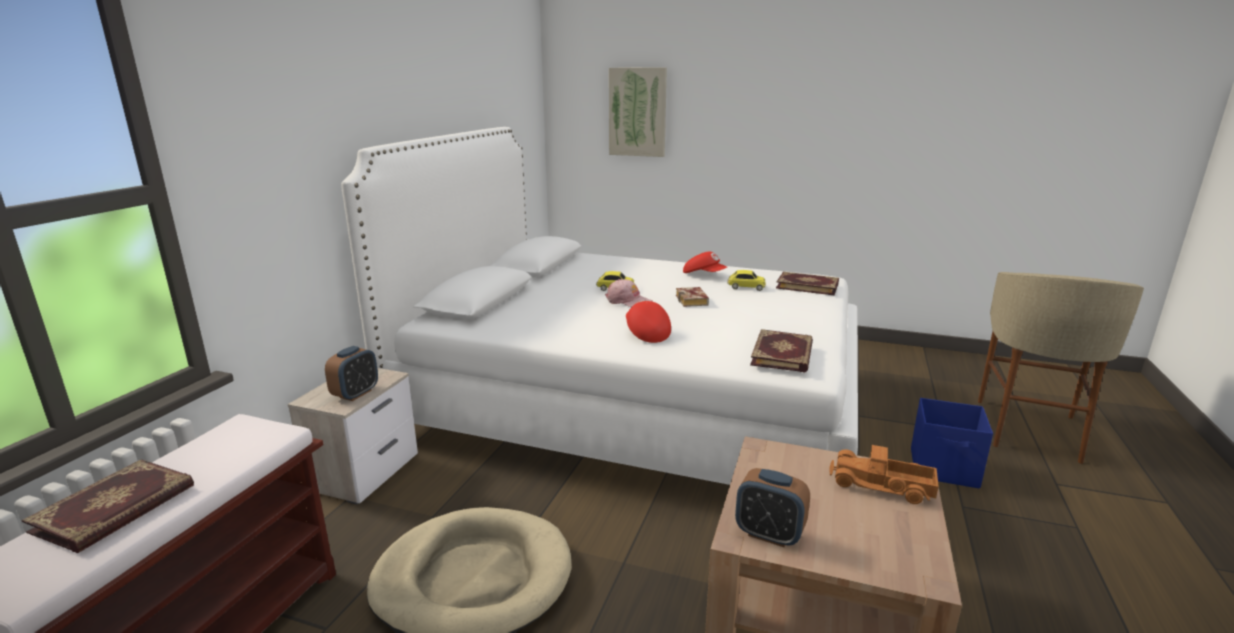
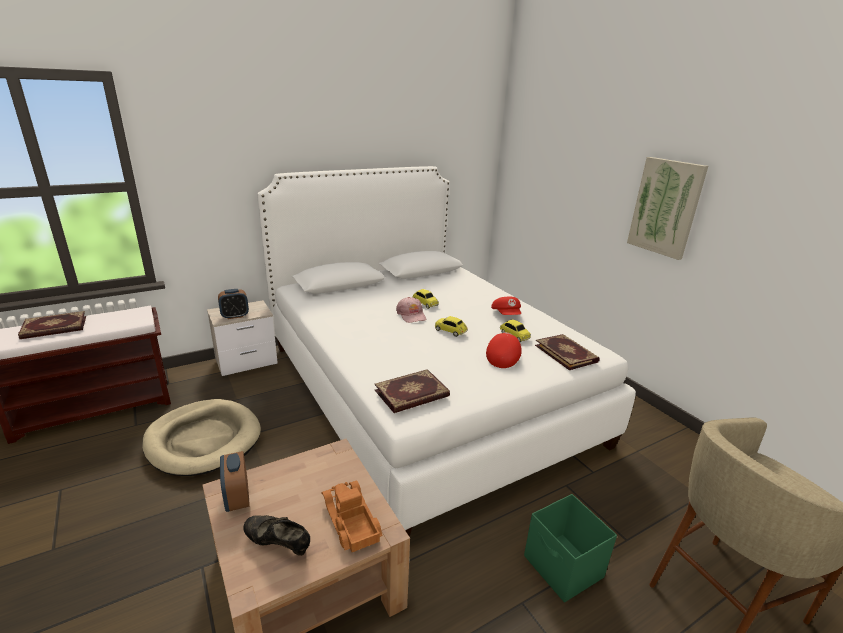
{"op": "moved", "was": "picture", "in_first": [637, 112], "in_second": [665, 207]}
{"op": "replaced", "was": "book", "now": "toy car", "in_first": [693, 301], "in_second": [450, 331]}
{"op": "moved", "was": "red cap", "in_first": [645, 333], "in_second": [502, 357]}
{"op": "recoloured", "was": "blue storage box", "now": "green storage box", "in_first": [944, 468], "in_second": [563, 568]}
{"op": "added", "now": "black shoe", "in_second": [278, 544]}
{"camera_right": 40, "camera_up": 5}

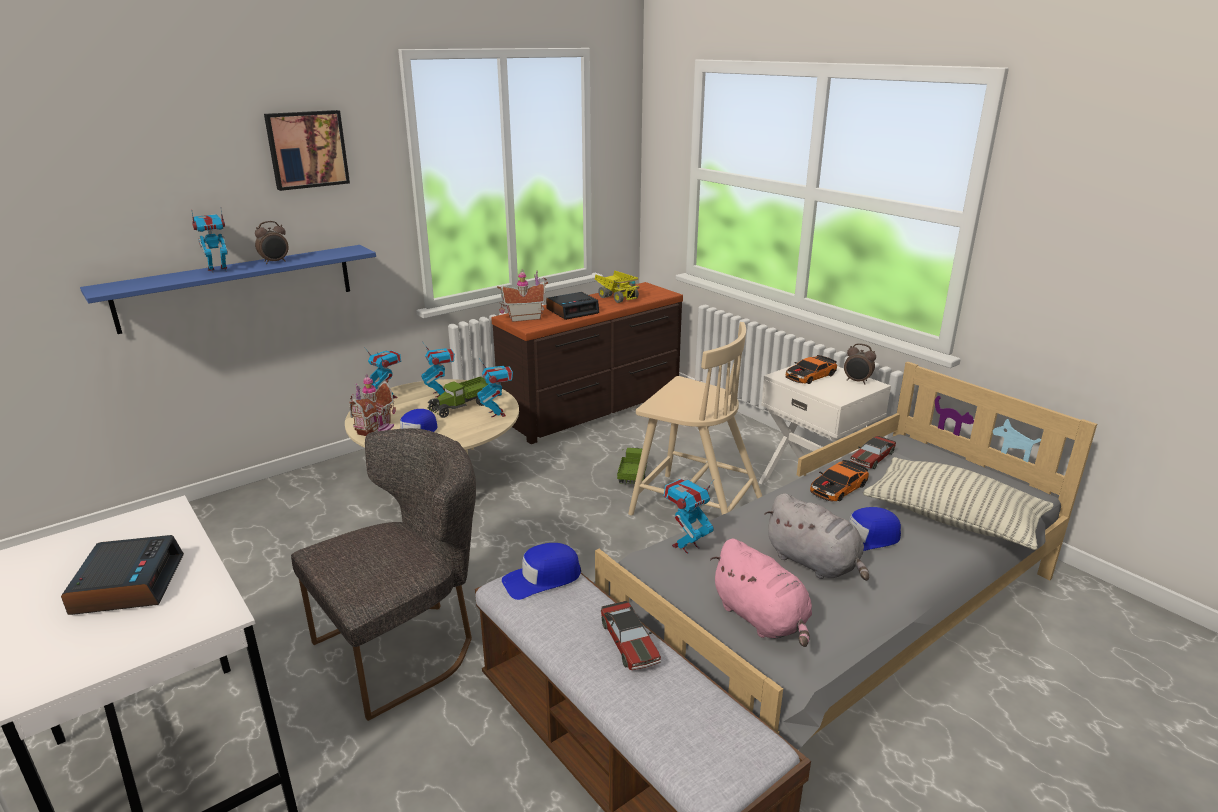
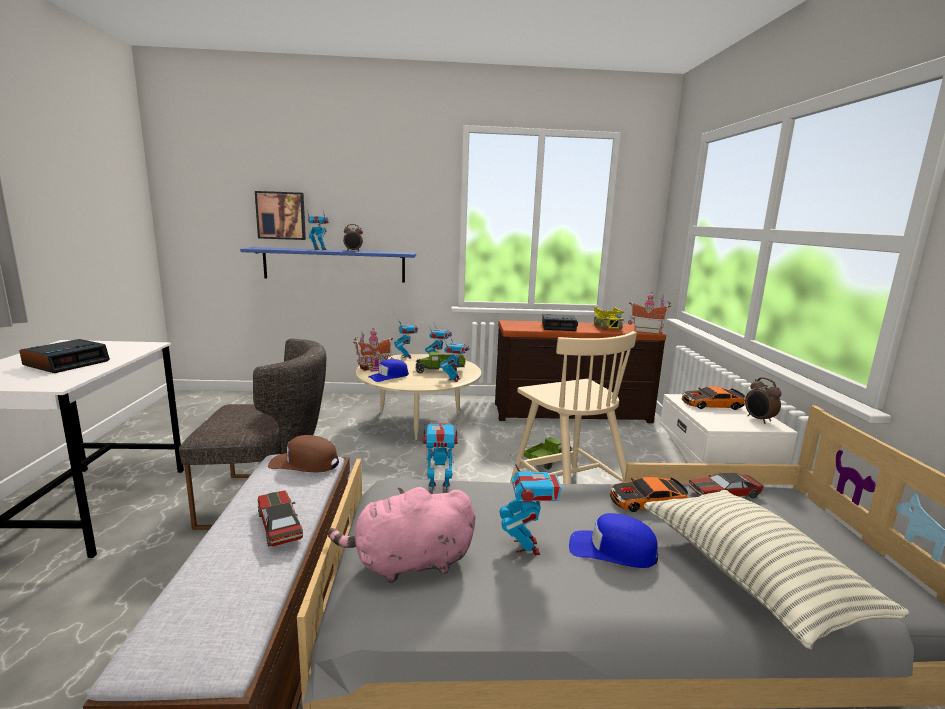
{"op": "moved", "was": "picture", "in_first": [307, 149], "in_second": [281, 215]}
{"op": "moved", "was": "toy house", "in_first": [523, 317], "in_second": [646, 331]}
{"op": "replaced", "was": "grey plush toy", "now": "toy robot", "in_first": [814, 563], "in_second": [527, 546]}
{"op": "turned", "was": "pink plush toy", "in_first": [762, 619], "in_second": [408, 563], "clockwise": 75}
{"op": "recoloured", "was": "blue cap", "now": "brown cap", "in_first": [542, 578], "in_second": [304, 463]}
{"op": "turned", "was": "toy car", "in_first": [629, 643], "in_second": [279, 525], "clockwise": 135}
{"camera_right": 35, "camera_up": -10}

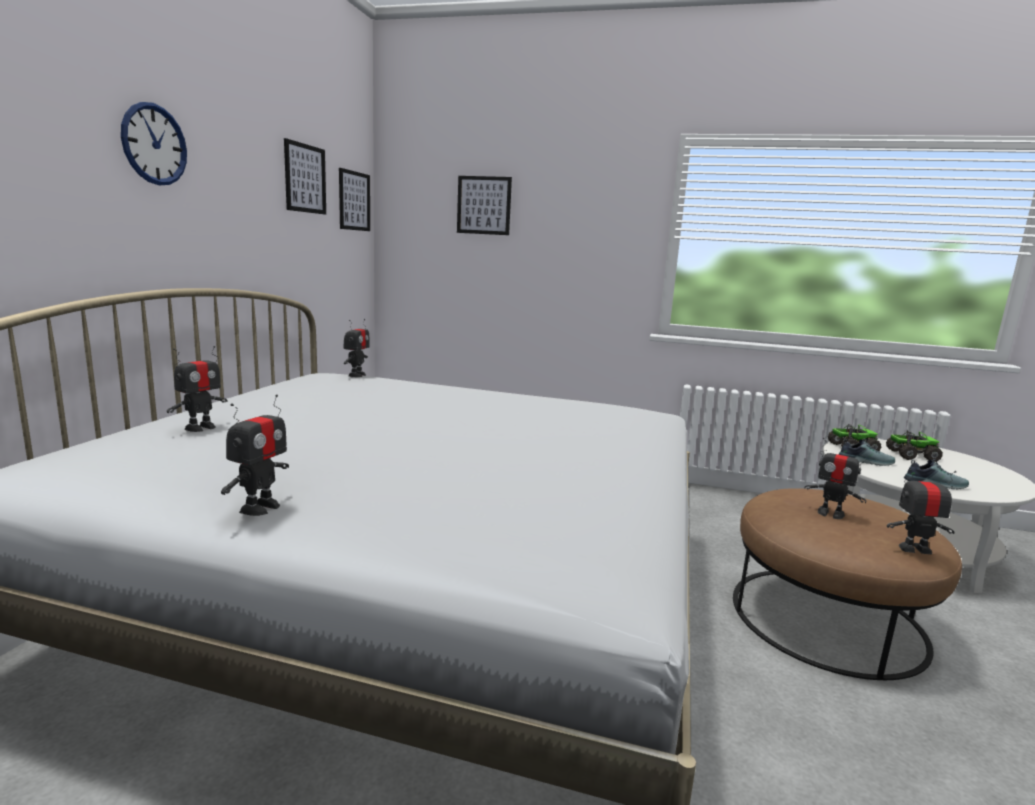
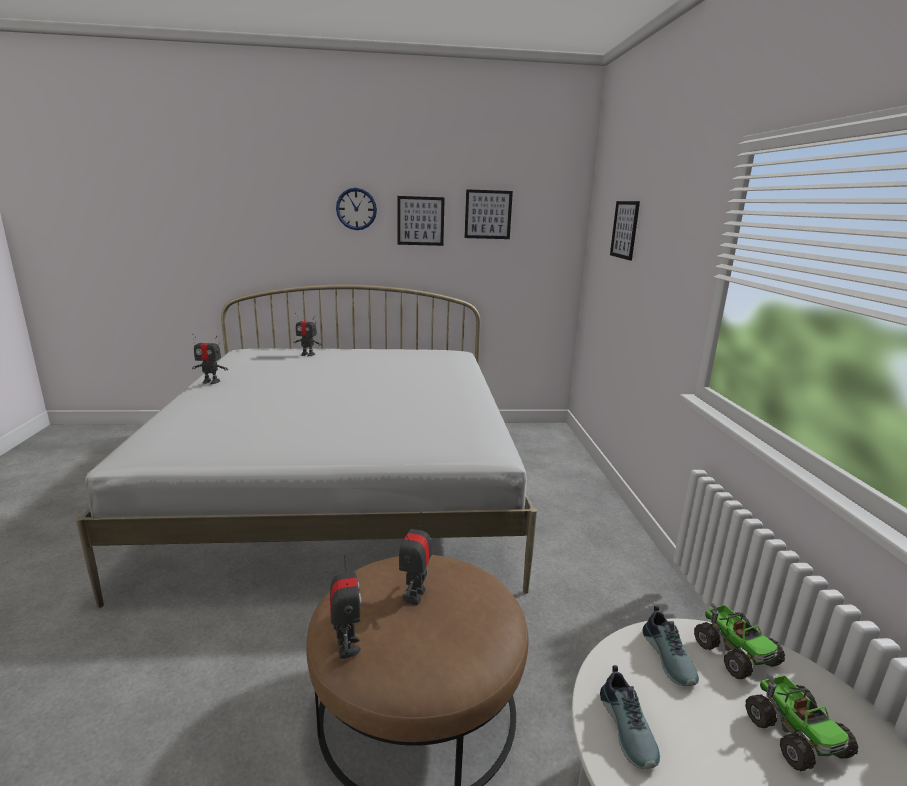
{"op": "moved", "was": "picture", "in_first": [354, 201], "in_second": [420, 221]}
{"op": "removed", "was": "toy robot", "in_first": [357, 375]}
{"camera_right": 70, "camera_up": 5}

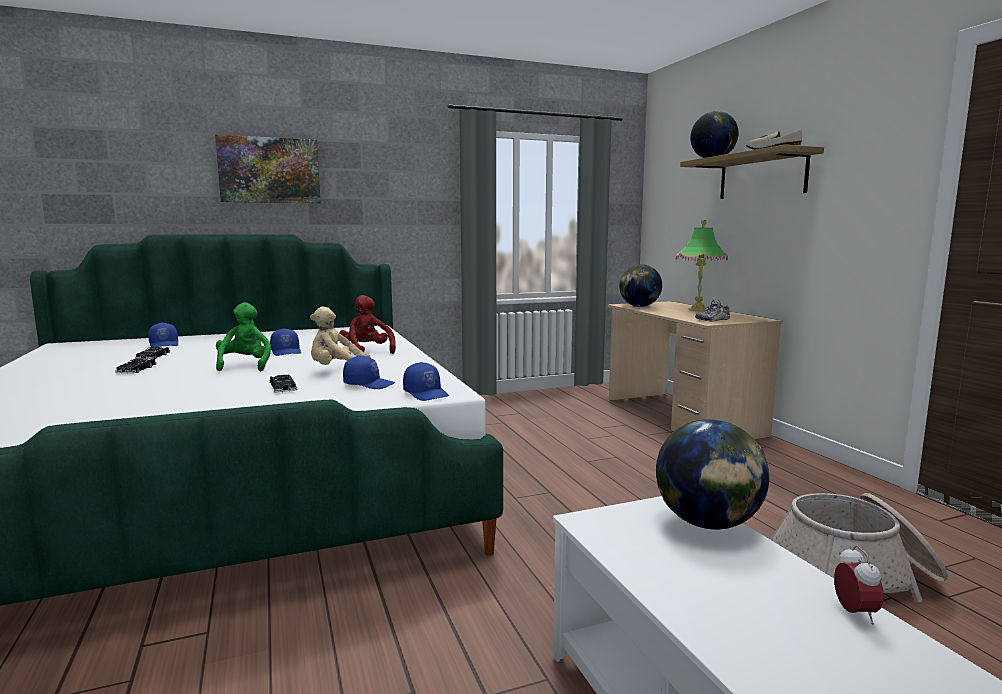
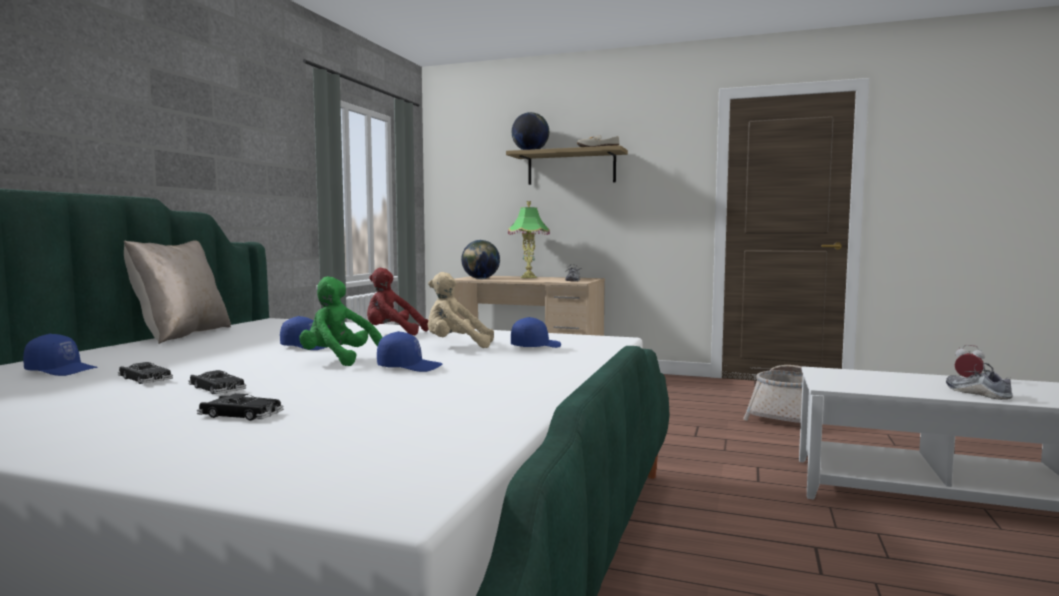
{"op": "removed", "was": "picture", "in_first": [269, 170]}
{"op": "turned", "was": "beige plush toy", "in_first": [337, 371], "in_second": [456, 346], "clockwise": 60}
{"op": "moved", "was": "blue cap", "in_first": [427, 394], "in_second": [409, 367]}
{"op": "moved", "was": "black toy car", "in_first": [283, 388], "in_second": [240, 415]}
{"op": "removed", "was": "globe", "in_first": [707, 524]}
{"op": "added", "now": "beige pillow", "in_second": [181, 335]}
{"op": "added", "now": "shoe", "in_second": [977, 393]}
{"camera_right": -50, "camera_up": -5}

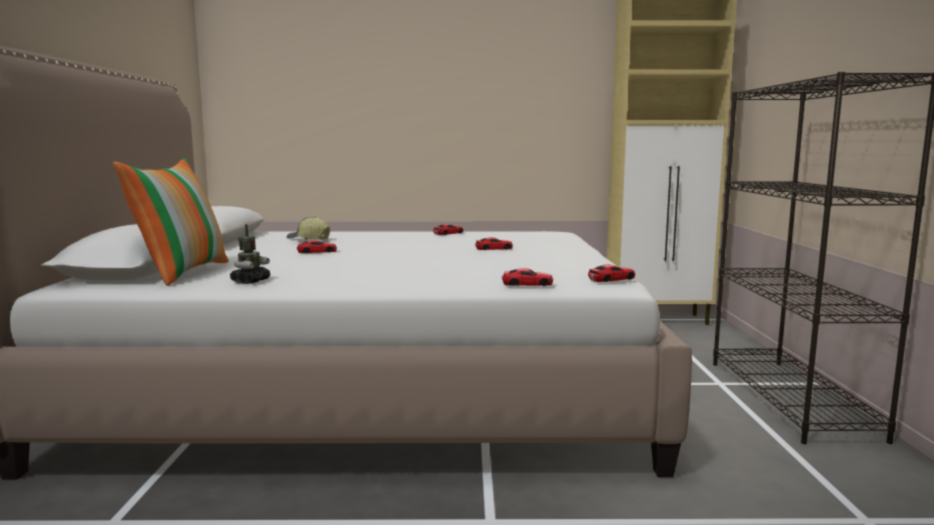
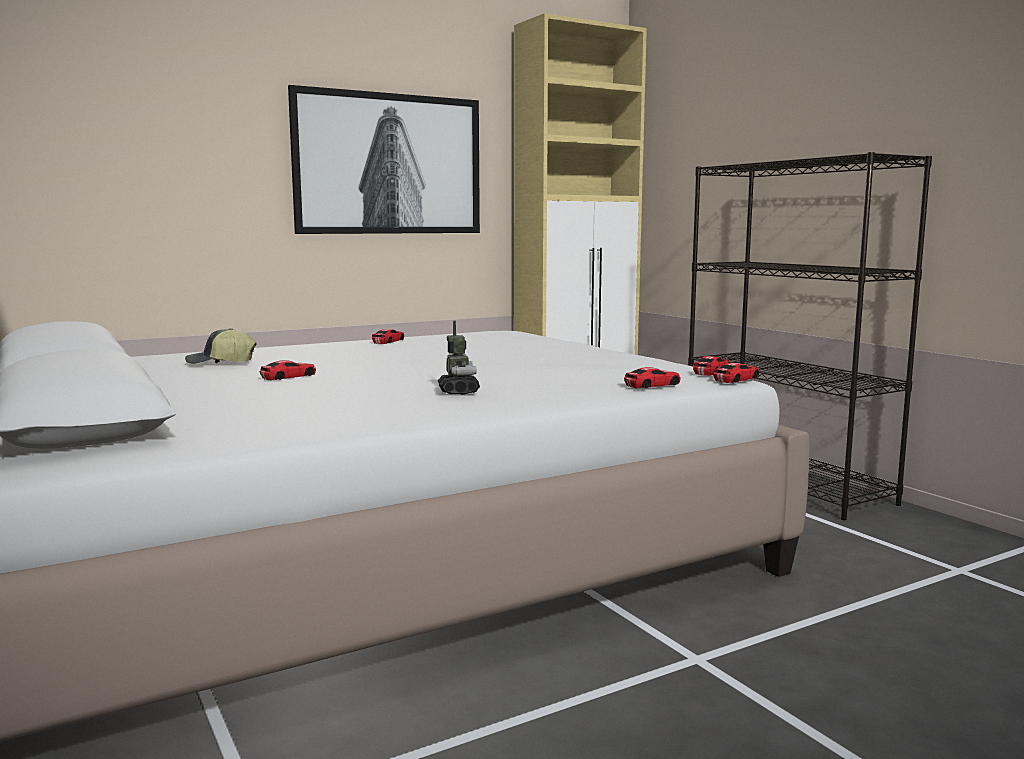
{"op": "removed", "was": "pillow", "in_first": [182, 272]}
{"op": "moved", "was": "toy robot", "in_first": [250, 281], "in_second": [458, 391]}
{"op": "moved", "was": "toy car", "in_first": [493, 248], "in_second": [736, 379]}
{"op": "added", "now": "picture", "in_second": [389, 164]}
{"camera_right": -30, "camera_up": 0}

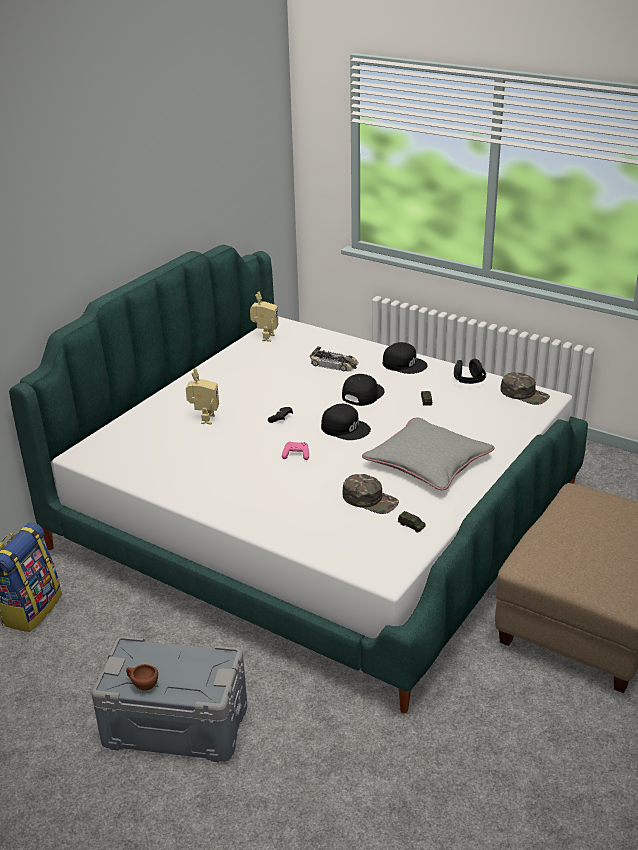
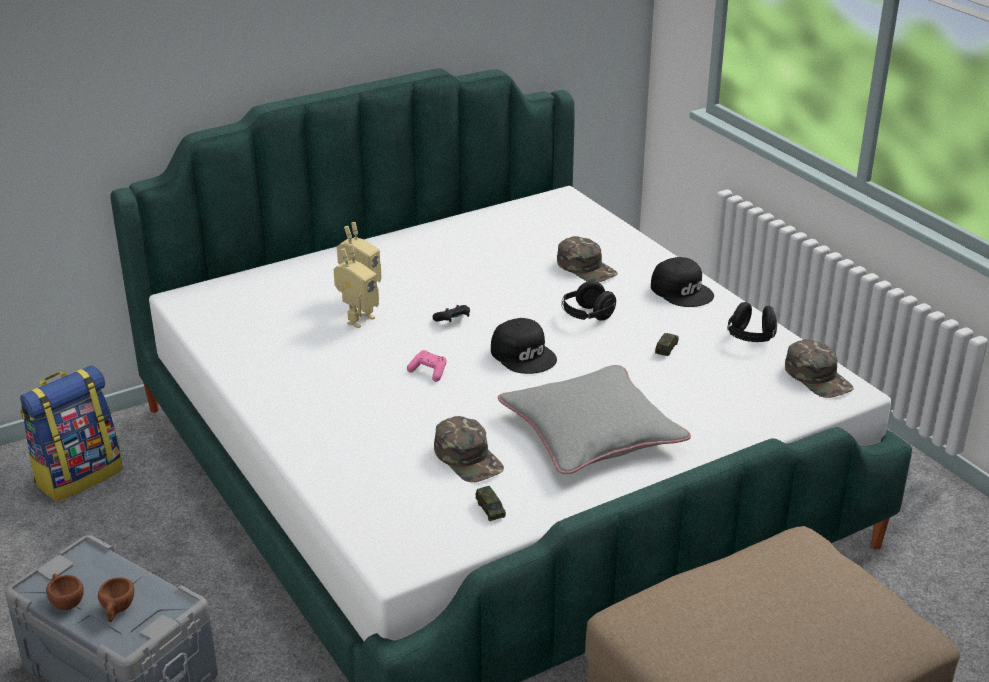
{"op": "moved", "was": "toy robot", "in_first": [265, 337], "in_second": [357, 319]}
{"op": "replaced", "was": "toy car", "now": "green cap", "in_first": [334, 365], "in_second": [586, 268]}
{"op": "replaced", "was": "black cap", "now": "black headphones", "in_first": [362, 394], "in_second": [587, 316]}
{"op": "added", "now": "brown cup", "in_second": [117, 610]}
{"camera_right": 25, "camera_up": 0}

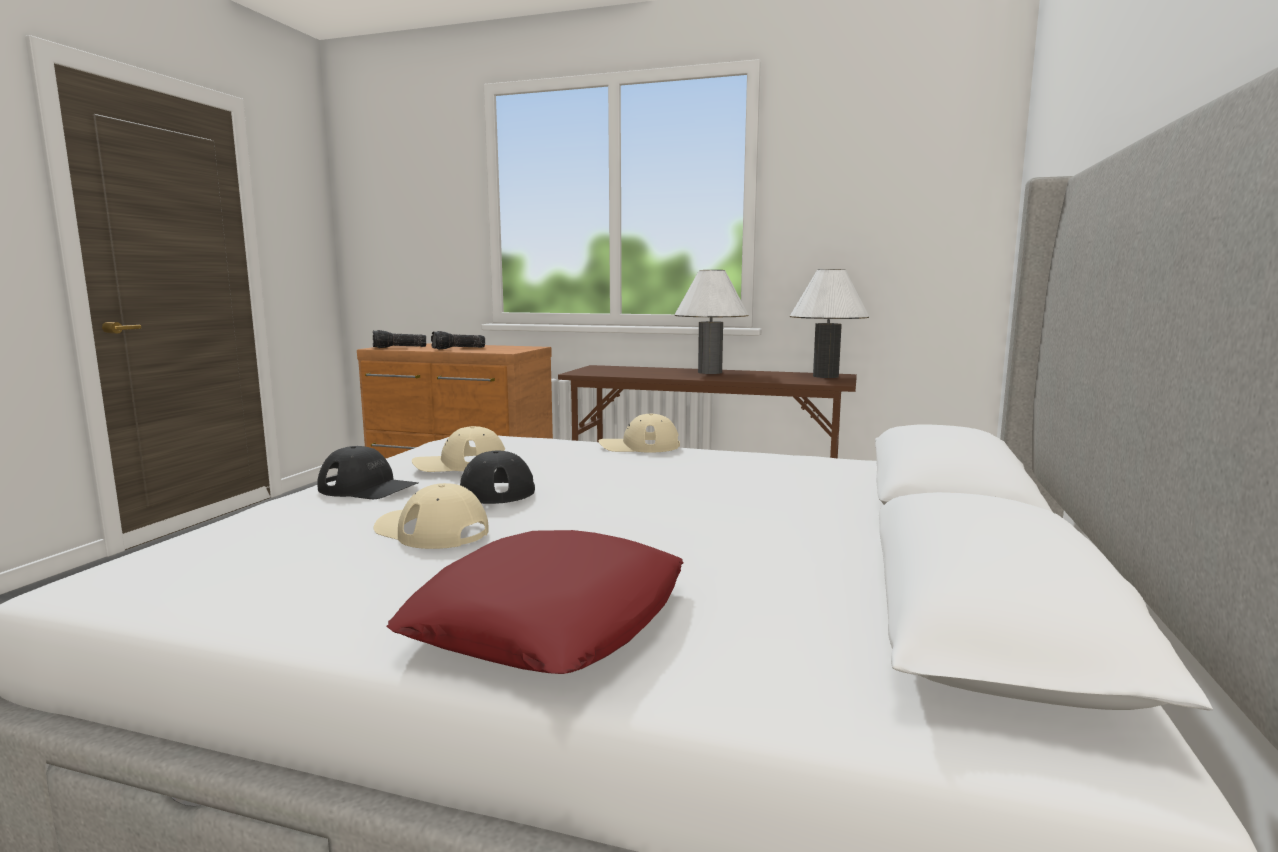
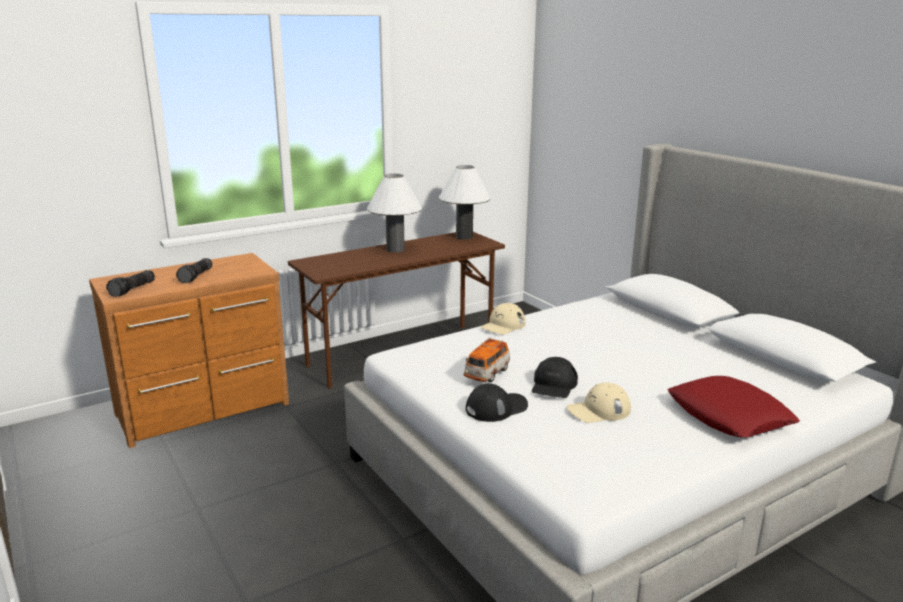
{"op": "replaced", "was": "beige cap", "now": "toy car", "in_first": [460, 464], "in_second": [487, 374]}
{"camera_right": -50, "camera_up": 10}

